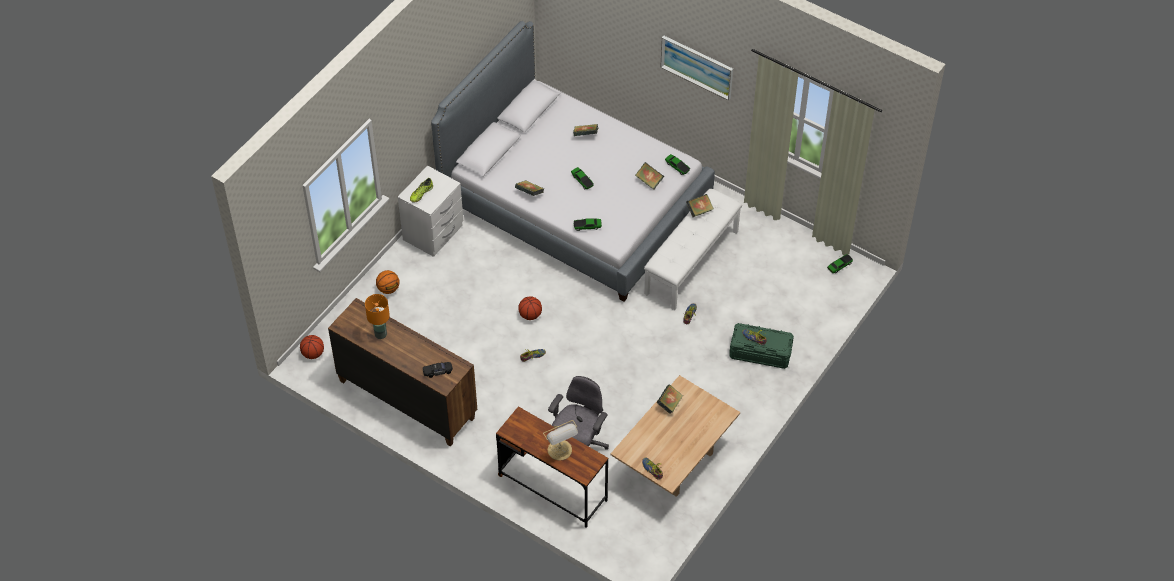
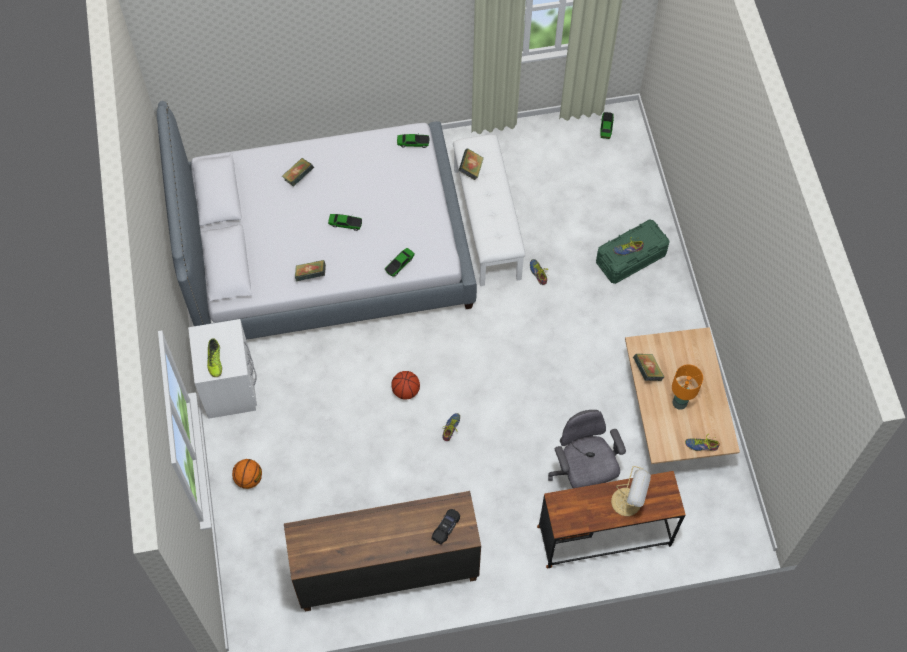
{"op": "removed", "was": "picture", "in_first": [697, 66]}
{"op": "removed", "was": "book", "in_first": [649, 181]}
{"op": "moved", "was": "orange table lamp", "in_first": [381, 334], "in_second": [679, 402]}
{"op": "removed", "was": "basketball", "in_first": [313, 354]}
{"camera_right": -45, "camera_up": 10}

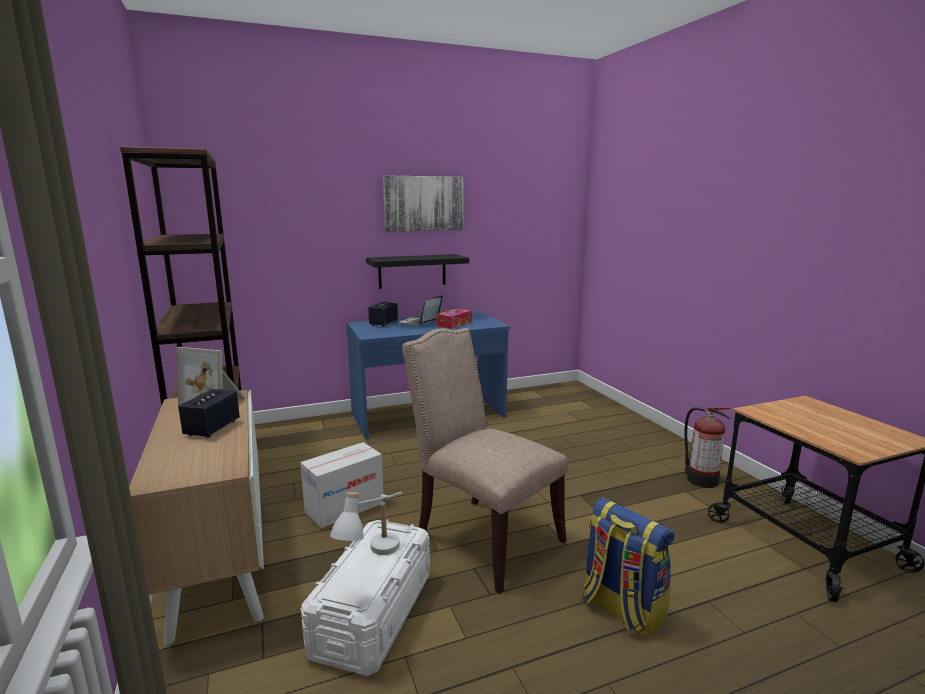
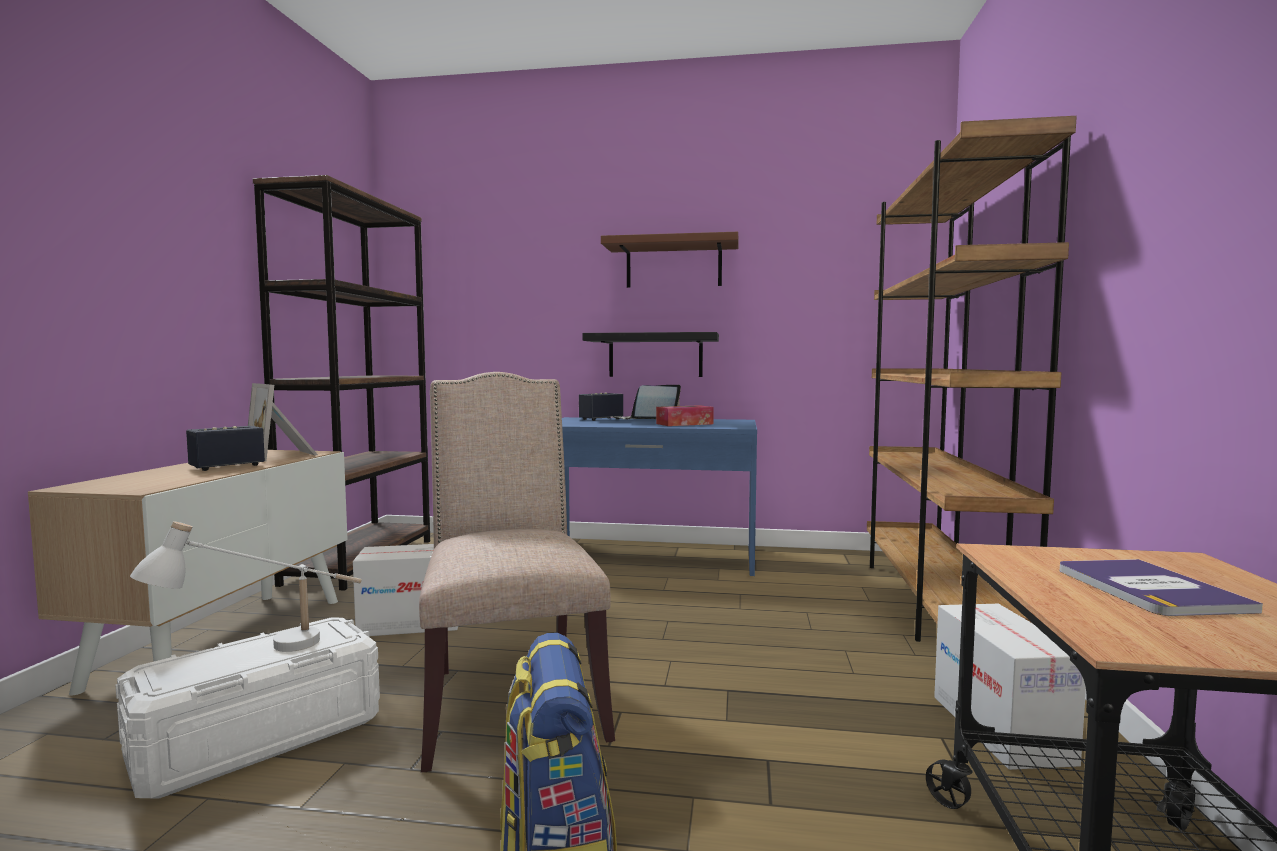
{"op": "replaced", "was": "picture", "now": "brown shelf", "in_first": [423, 203], "in_second": [673, 265]}
{"op": "replaced", "was": "fire extinguisher", "now": "cardboard box", "in_first": [700, 479], "in_second": [1000, 728]}
{"op": "added", "now": "brown bookcase", "in_second": [935, 601]}
{"op": "added", "now": "book", "in_second": [1147, 589]}
{"camera_right": 30, "camera_up": -10}

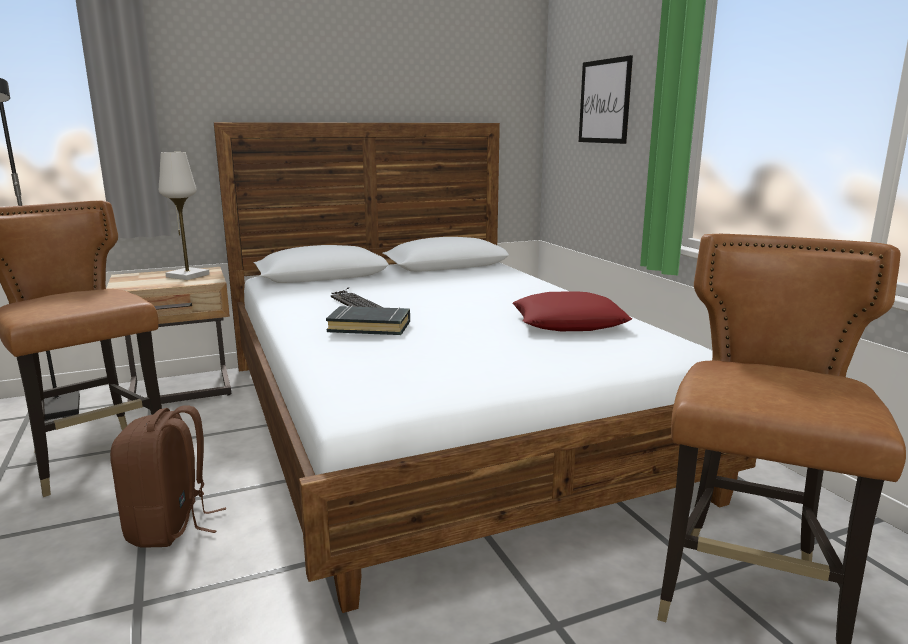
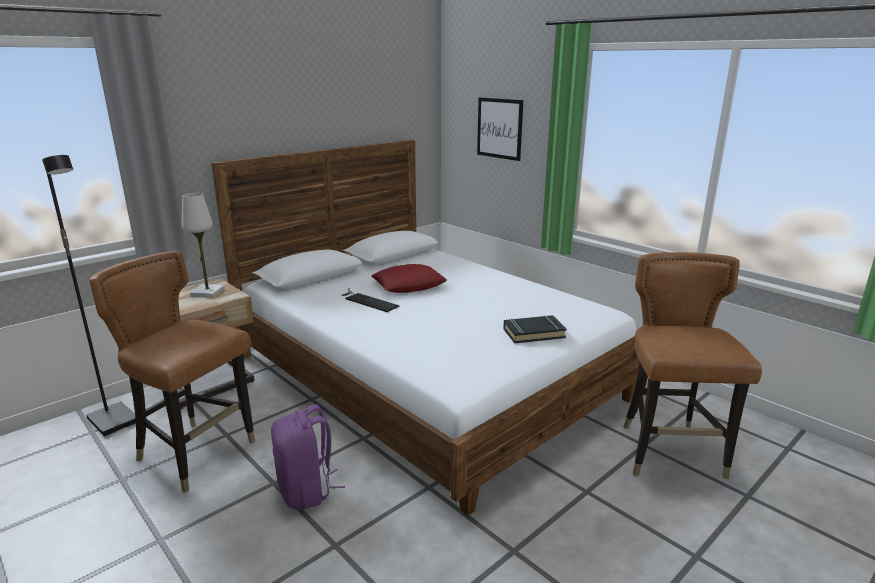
{"op": "moved", "was": "red pillow", "in_first": [568, 323], "in_second": [408, 285]}
{"op": "moved", "was": "black book", "in_first": [369, 326], "in_second": [533, 333]}
{"op": "recoloured", "was": "brown backpack", "now": "purple backpack", "in_first": [170, 526], "in_second": [306, 490]}
{"camera_right": -20, "camera_up": 5}

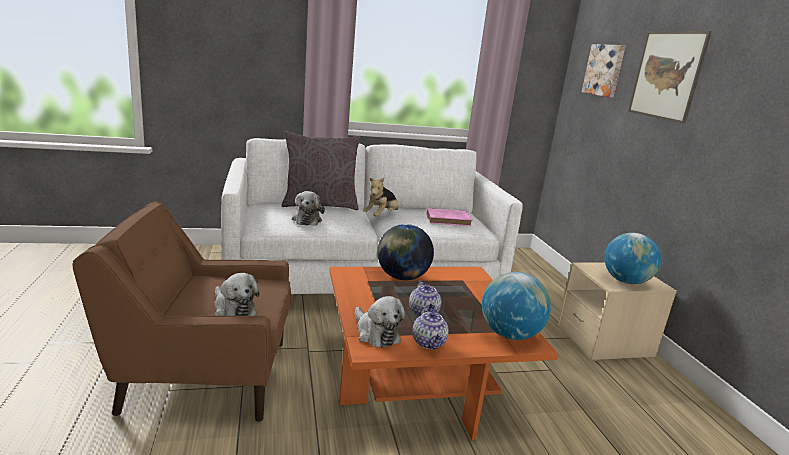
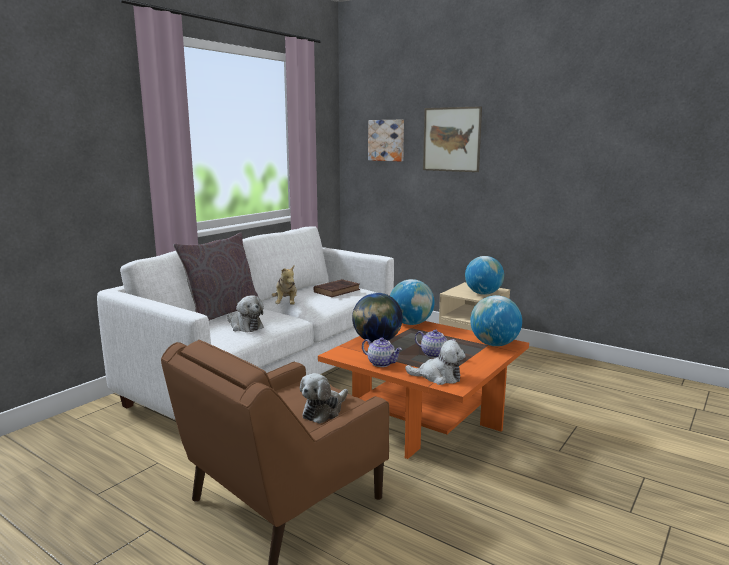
{"op": "recoloured", "was": "pink book", "now": "brown book", "in_first": [449, 220], "in_second": [337, 291]}
{"op": "turned", "was": "plush toy", "in_first": [233, 309], "in_second": [324, 411], "clockwise": 120}
{"op": "moved", "was": "teapot", "in_first": [429, 343], "in_second": [381, 363]}
{"op": "added", "now": "globe", "in_second": [411, 323]}
{"camera_right": -40, "camera_up": -5}

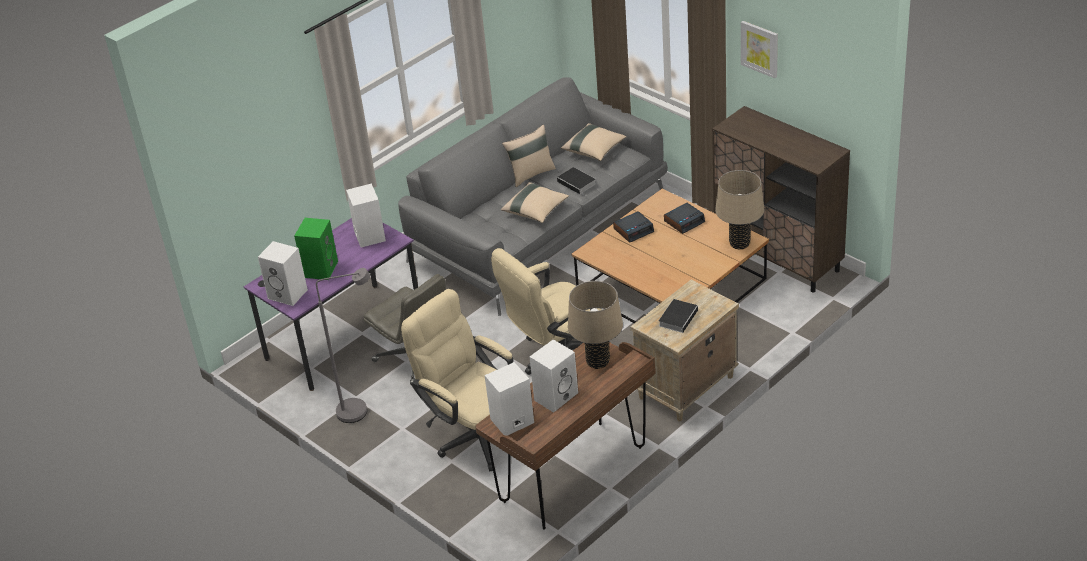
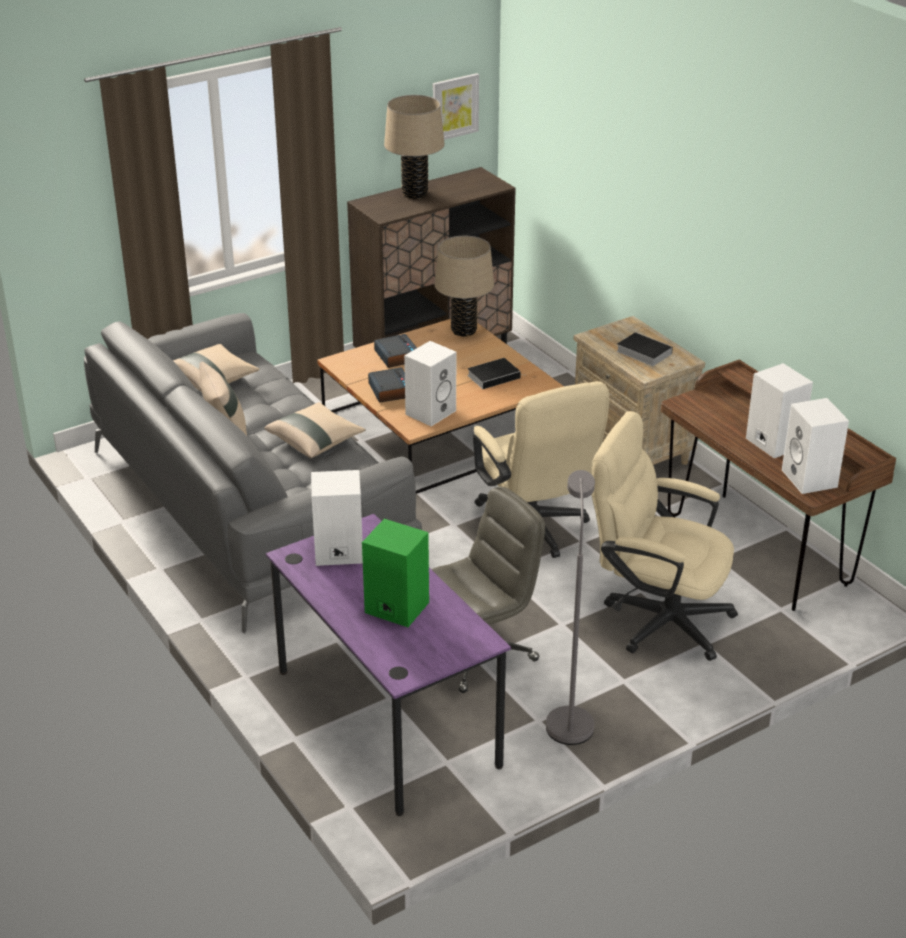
{"op": "moved", "was": "picture", "in_first": [760, 48], "in_second": [454, 107]}
{"op": "moved", "was": "book", "in_first": [577, 183], "in_second": [494, 376]}
{"op": "moved", "was": "white speaker", "in_first": [289, 294], "in_second": [430, 411]}
{"op": "moved", "was": "beige table lamp", "in_first": [598, 361], "in_second": [415, 194]}
{"op": "turned", "was": "beige office chair", "in_first": [473, 433], "in_second": [656, 618], "clockwise": 60}
{"camera_right": -80, "camera_up": -5}

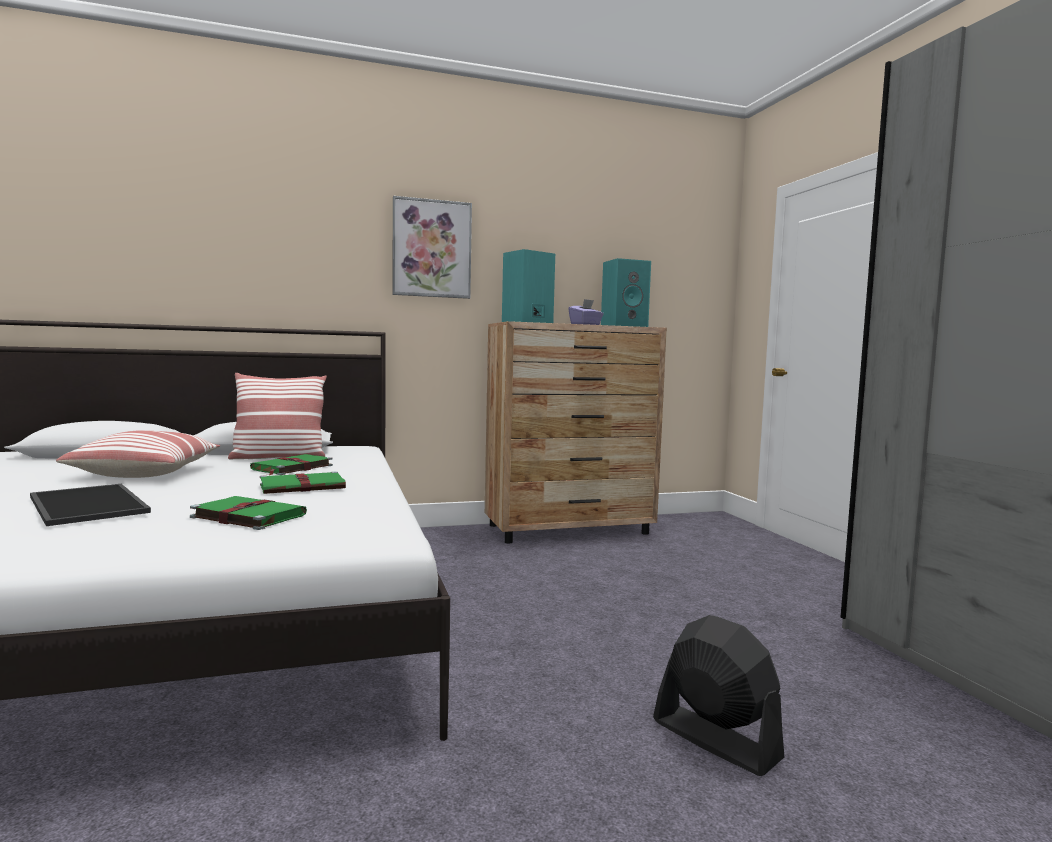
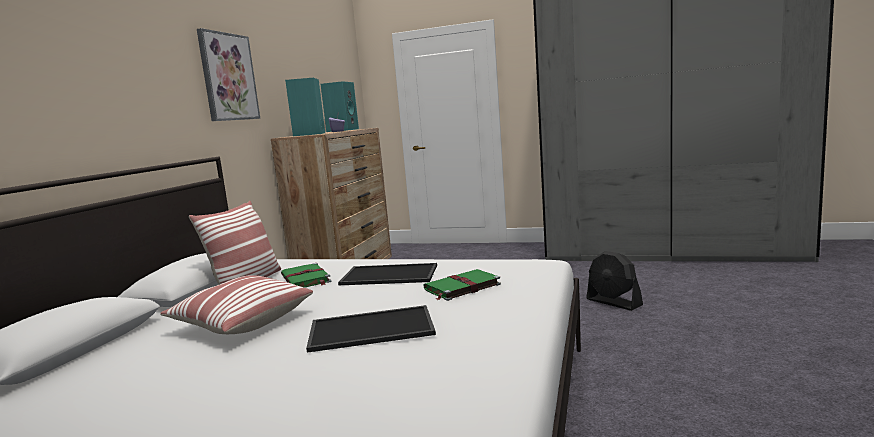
{"op": "replaced", "was": "green book", "now": "tray", "in_first": [304, 487], "in_second": [388, 275]}
{"op": "turned", "was": "black fan", "in_first": [715, 739], "in_second": [614, 302], "clockwise": -120}
{"camera_right": -55, "camera_up": 5}

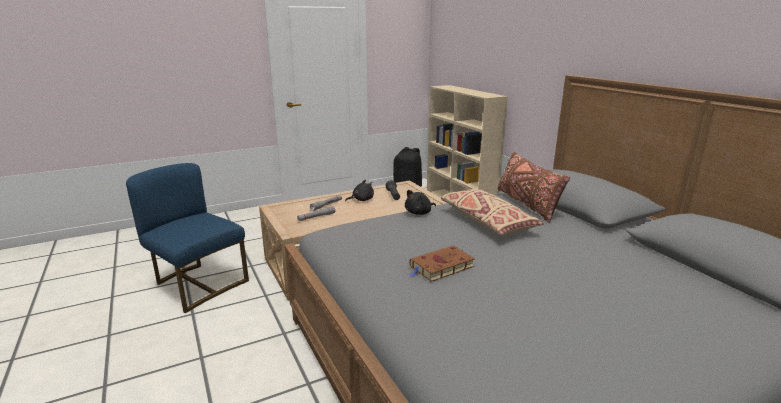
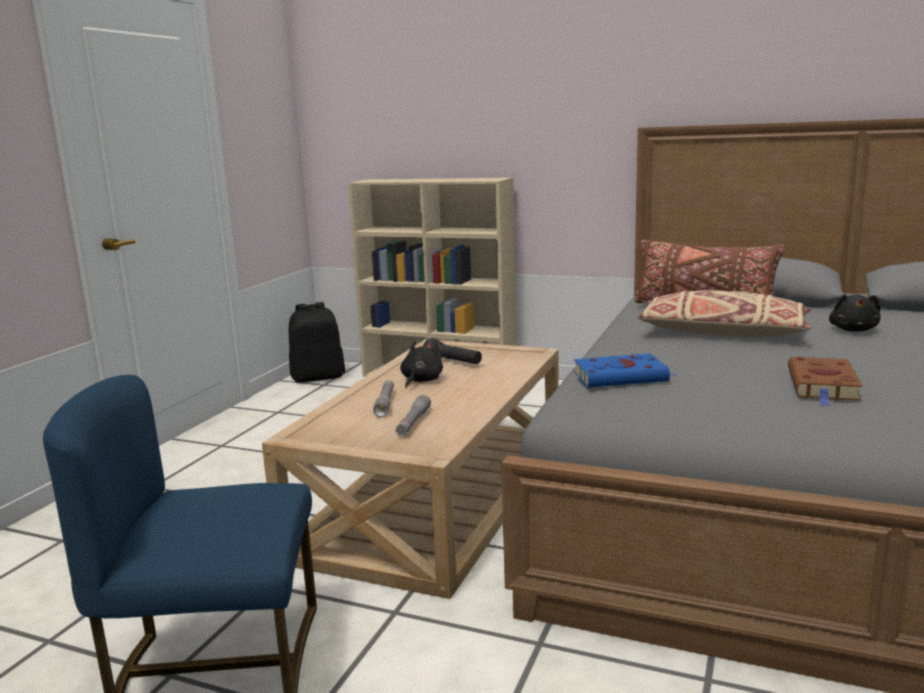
{"op": "moved", "was": "black plush toy", "in_first": [419, 213], "in_second": [853, 330]}
{"op": "added", "now": "blue book", "in_second": [623, 377]}
{"camera_right": -40, "camera_up": -5}

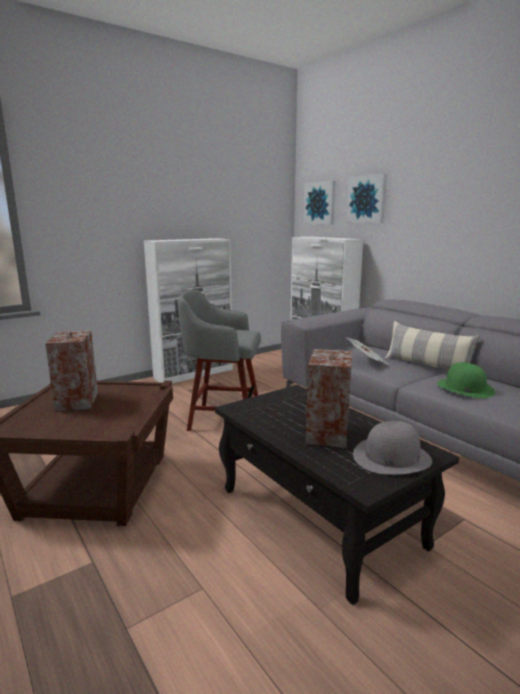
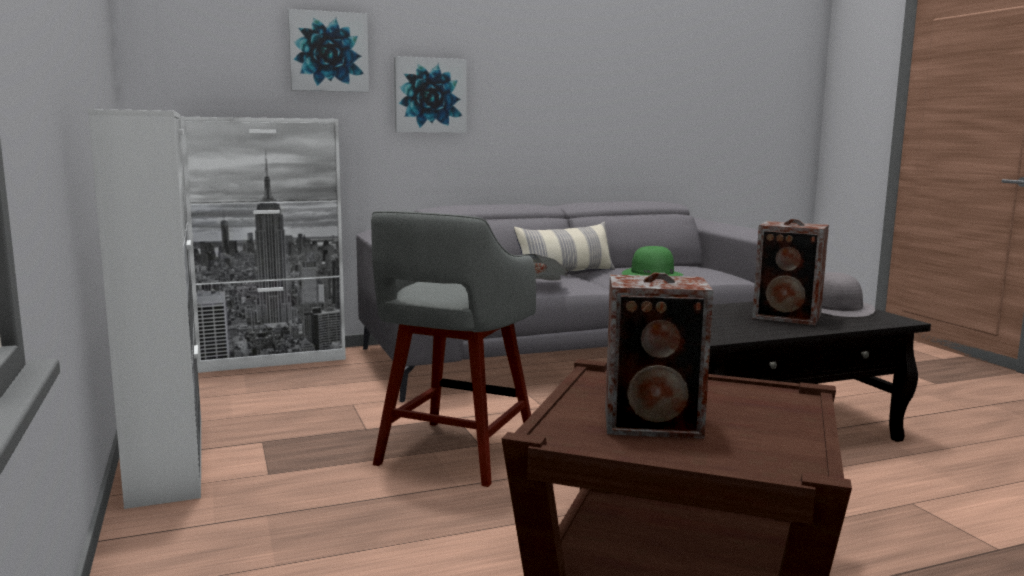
{"op": "moved", "was": "picture", "in_first": [320, 203], "in_second": [430, 95]}
{"camera_right": -75, "camera_up": -5}

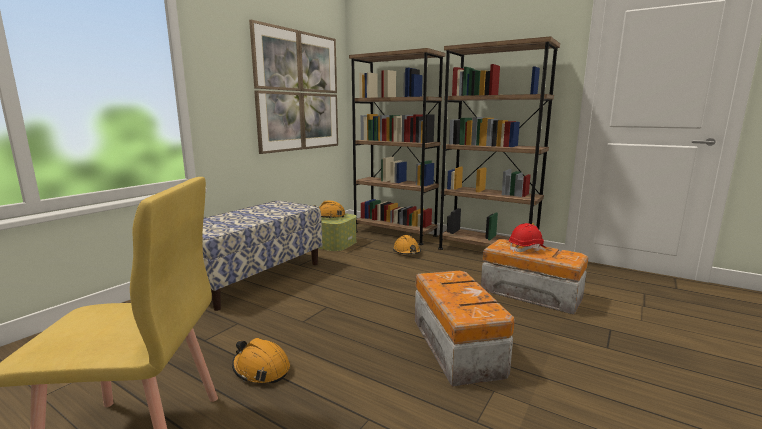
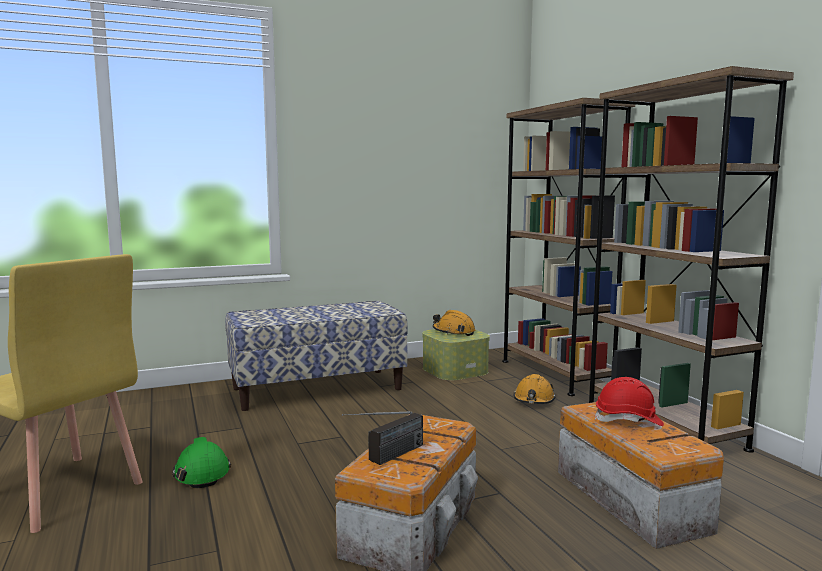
{"op": "removed", "was": "picture", "in_first": [298, 91]}
{"op": "recoloured", "was": "orange hard hat", "now": "green hard hat", "in_first": [261, 369], "in_second": [202, 473]}
{"op": "added", "now": "radio", "in_second": [385, 458]}
{"camera_right": 35, "camera_up": -5}

